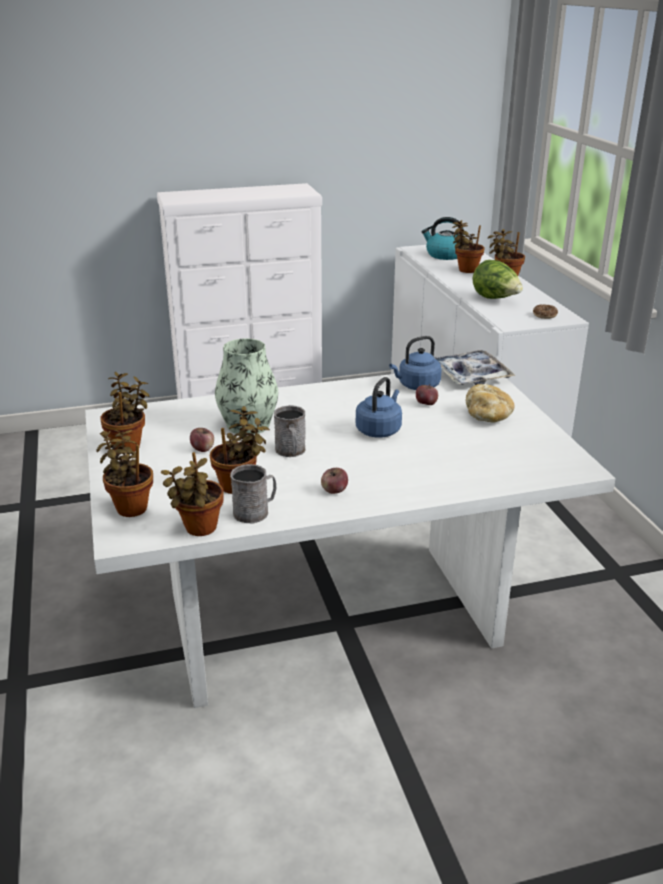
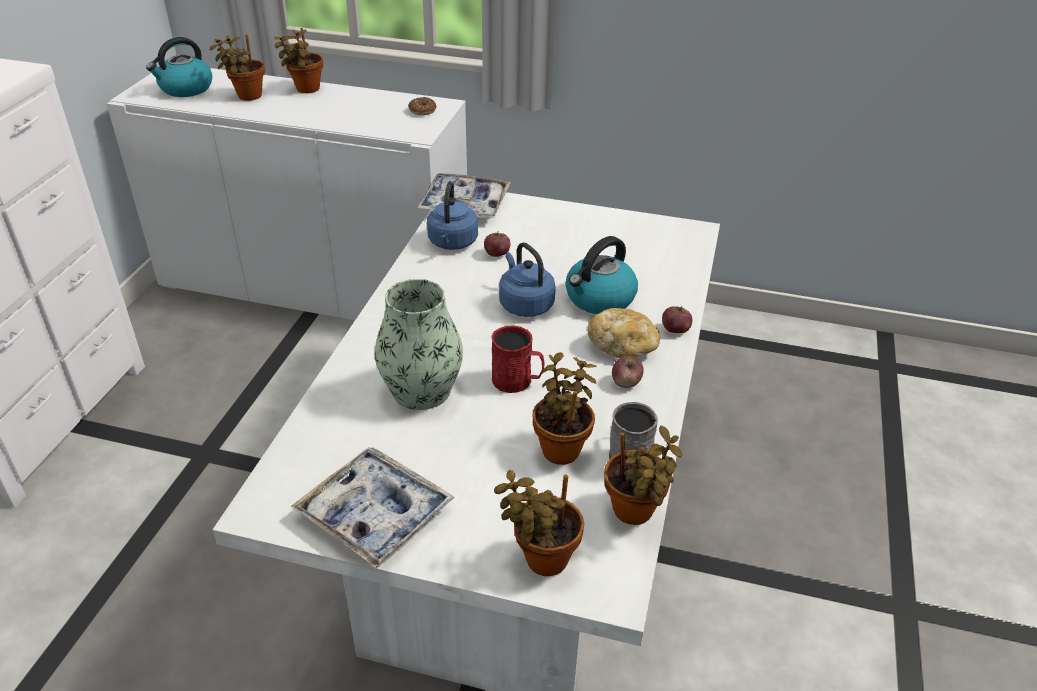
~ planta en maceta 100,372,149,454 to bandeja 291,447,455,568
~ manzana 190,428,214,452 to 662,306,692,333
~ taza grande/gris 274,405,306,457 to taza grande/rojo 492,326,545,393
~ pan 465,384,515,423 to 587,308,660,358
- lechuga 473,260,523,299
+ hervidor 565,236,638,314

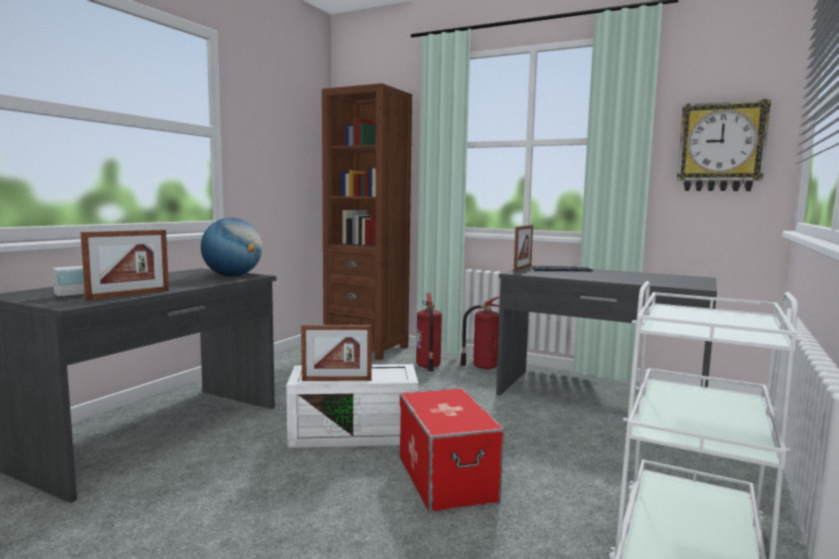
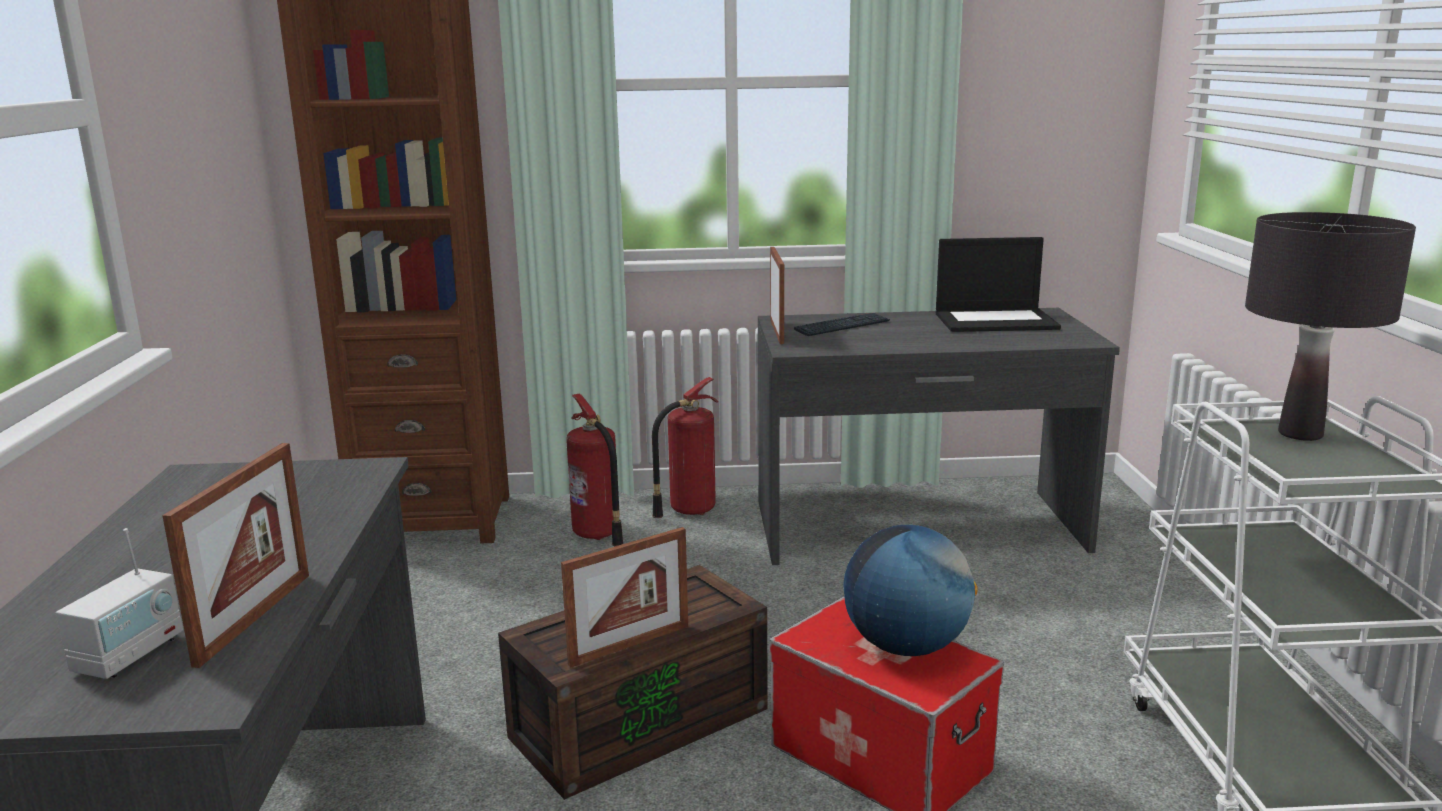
~ globo terráqueo 201,218,262,277 to 843,525,978,656
~ caja de almacenaje/blanco 286,364,419,448 to caja de almacenaje/marrón 498,565,768,800
- reloj de pared 677,99,771,191
+ portátil 936,237,1061,332
+ lámpara de mesa/negro 1245,212,1416,441

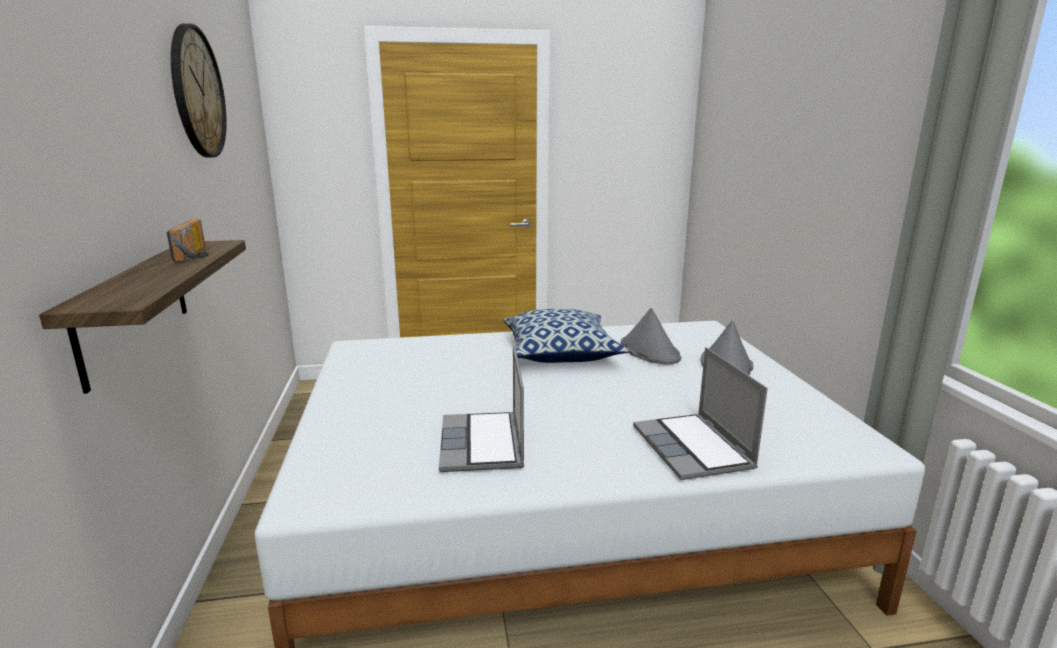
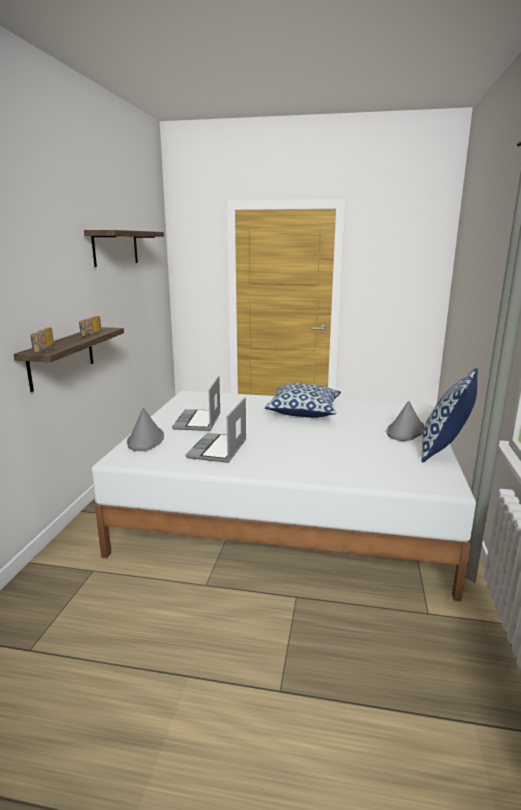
~ reloj de pared 171,23,227,157 to estante 84,230,164,267
~ sombrero/gris 620,308,682,365 to 127,408,164,451
~ portátil 633,347,768,480 to 172,376,221,431
+ radio 31,328,54,353
+ cojín 421,368,478,462

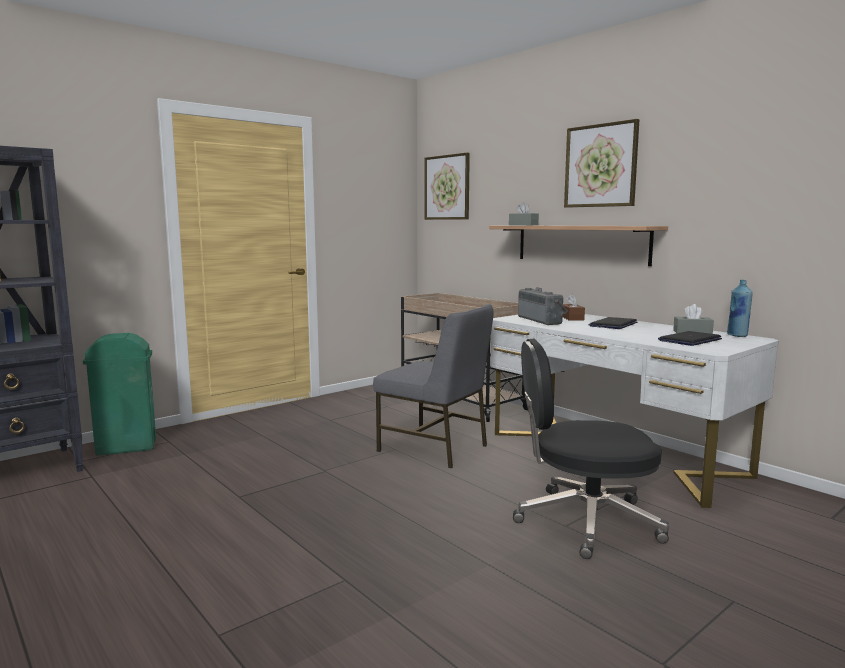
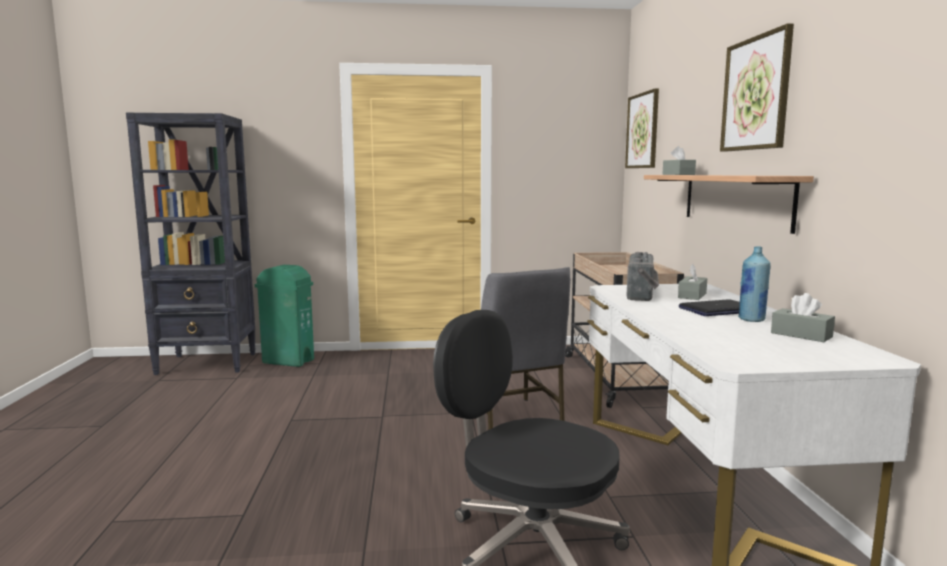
~ caja de pañuelos/marrón 563,294,585,321 to caja de pañuelos/gris 678,264,707,300
- portátil 658,331,722,346
~ botella/azul 727,280,753,337 to 738,246,771,322

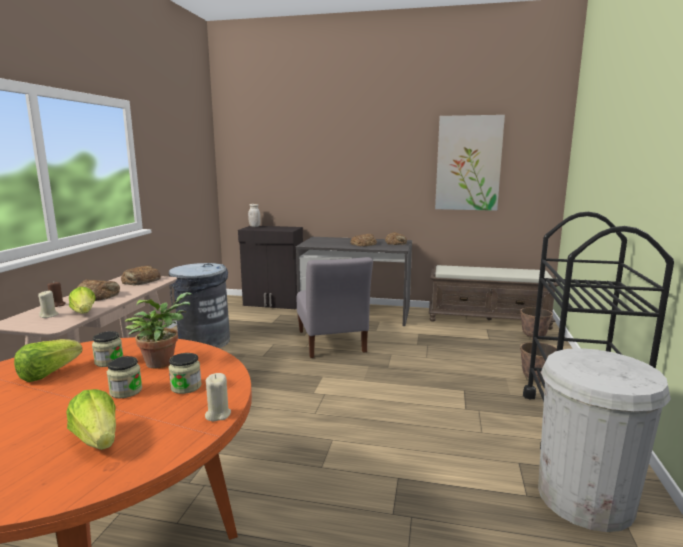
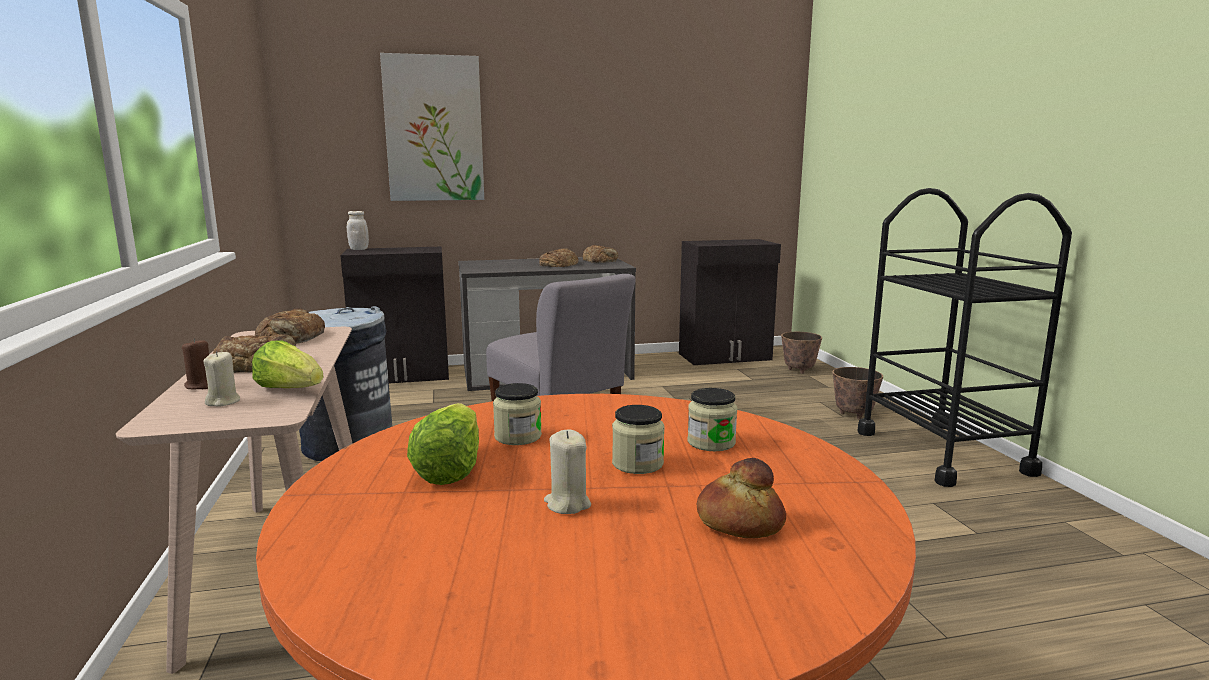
~ lechuga 66,389,116,450 to pan 697,458,786,538
- planta en maceta 125,292,192,368
~ vela/beis 205,373,231,422 to 544,430,591,514
~ banco/marrón 429,265,559,330 to armario/negro 679,239,781,365
~ cuadro 435,115,505,211 to 380,53,484,201
- papelera/blanco 538,348,671,532

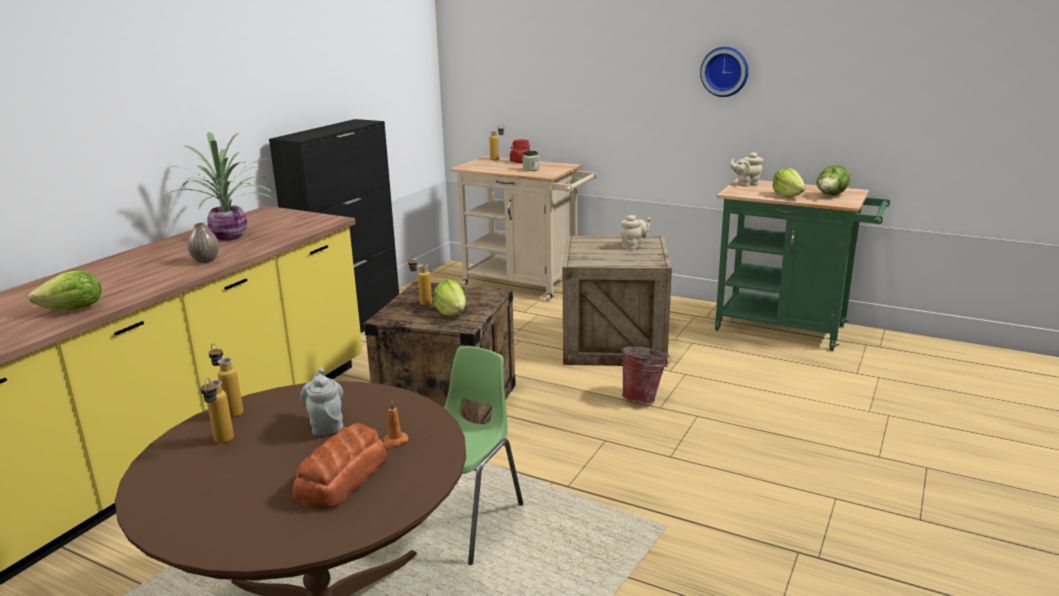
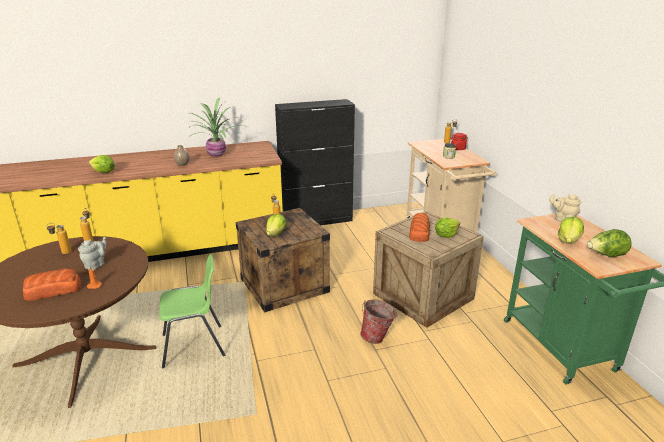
~ tetera/beis 621,215,651,250 to lechuga 435,217,460,238
- reloj de pared 700,47,749,97
+ pan 409,213,430,242

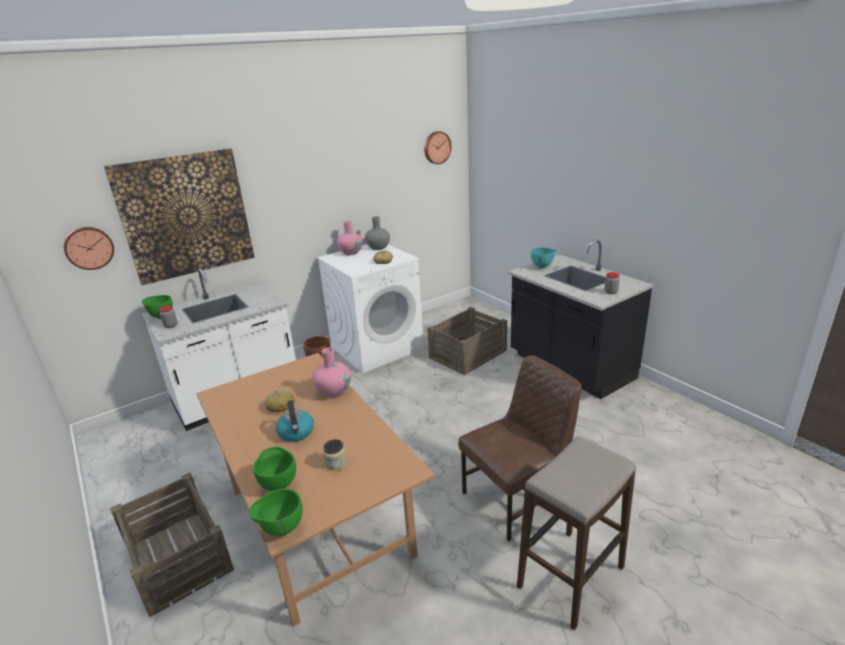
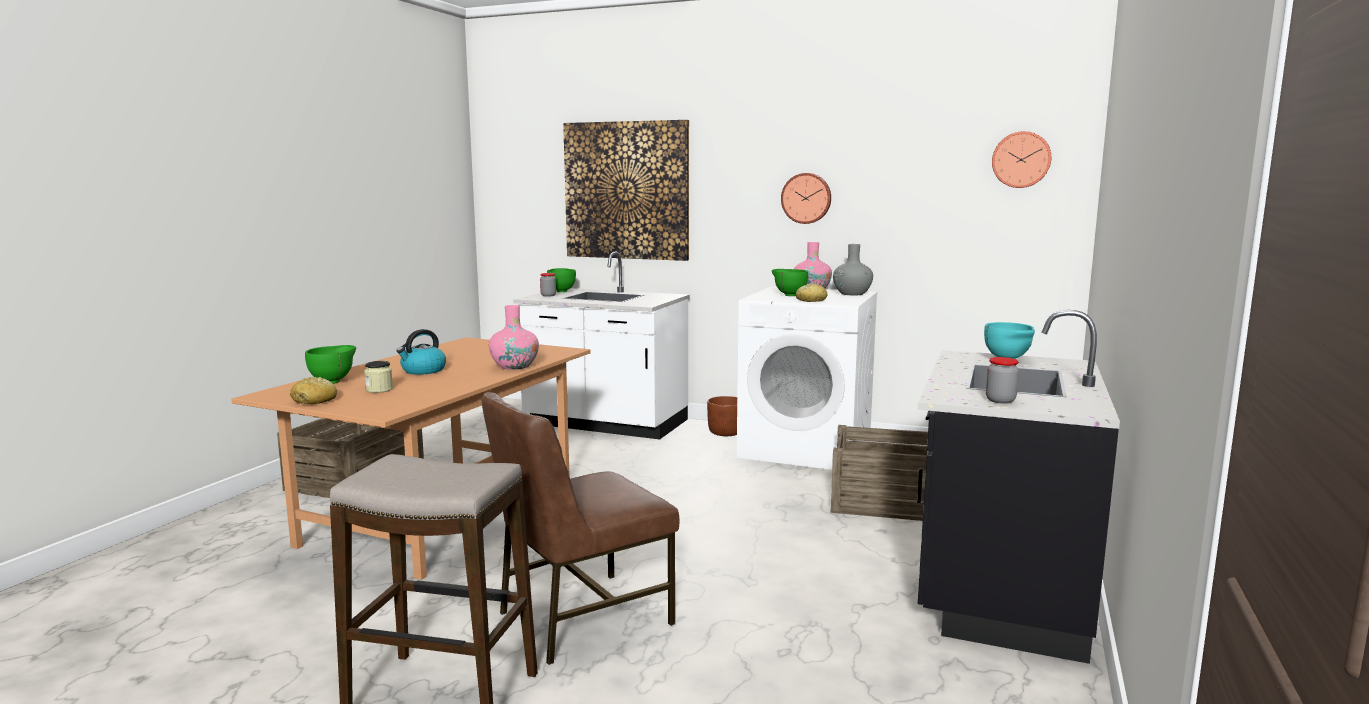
~ reloj de pared 64,227,114,270 to 781,173,831,224
~ cuenco/verde 249,488,303,536 to 772,269,808,296
~ pan 265,390,295,412 to 290,377,337,404
~ silla/marrón 458,355,582,542 = 482,392,680,665 120 degrees clockwise

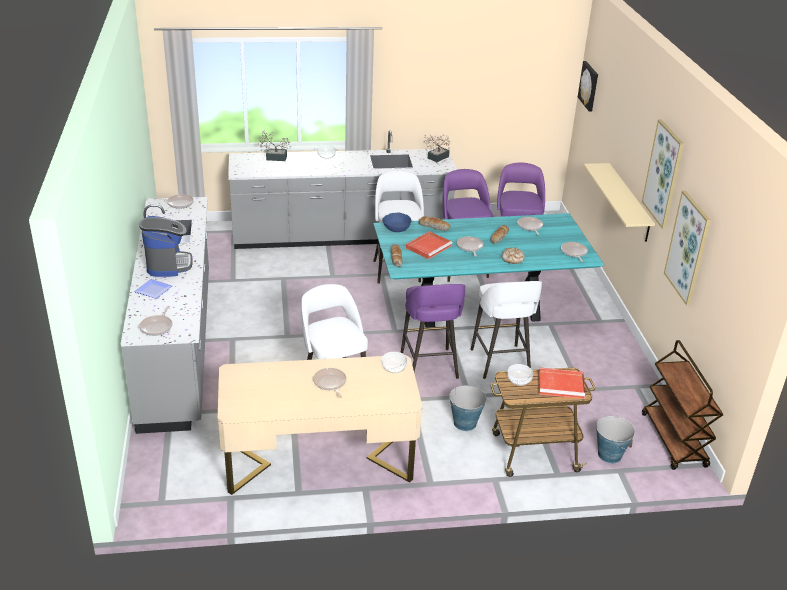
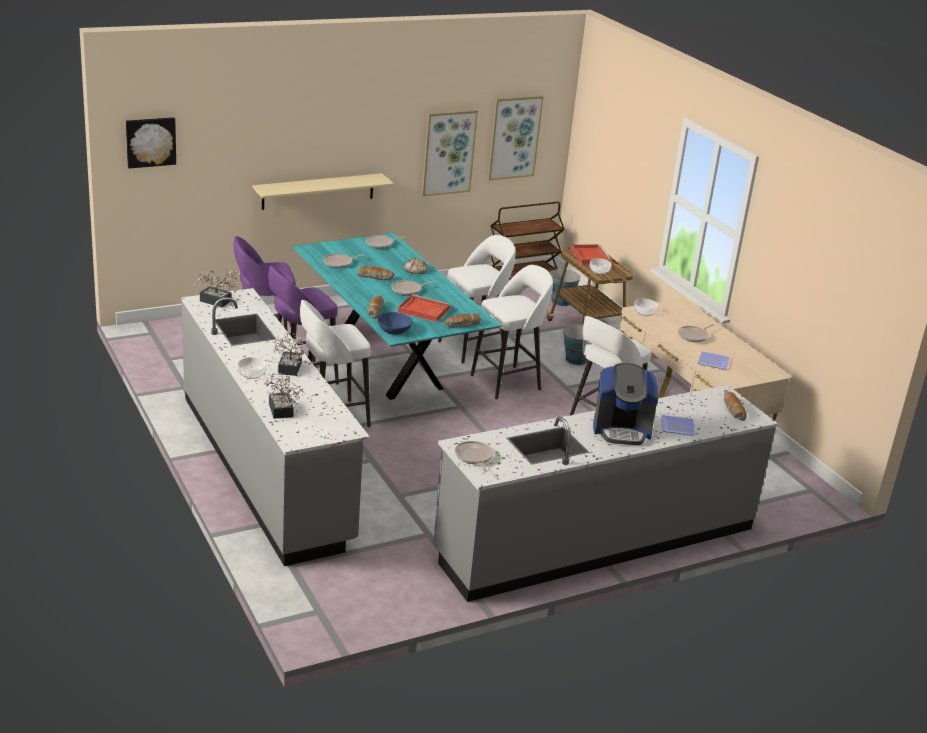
~ cafetera 139,216,193,277 = 593,363,658,445 150 degrees counterclockwise
~ sartén 139,306,173,336 to pan 724,392,747,421
~ taburete/morado 401,284,465,379 to taburete/blanco 471,265,553,399
~ cuadro 642,119,684,229 to 487,95,544,180
+ planta en maceta 273,332,307,376
+ plato 698,351,730,370

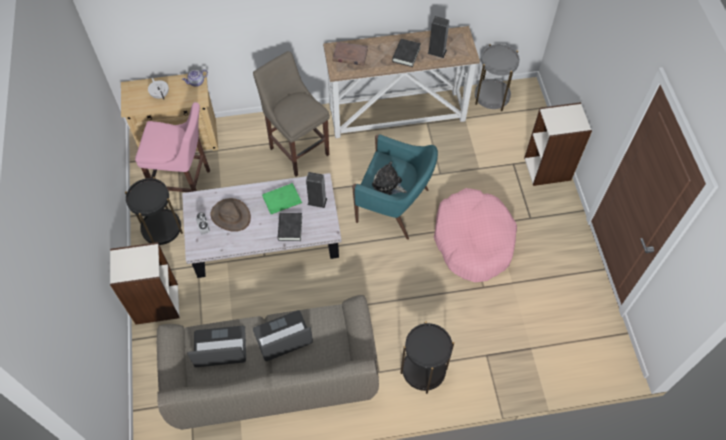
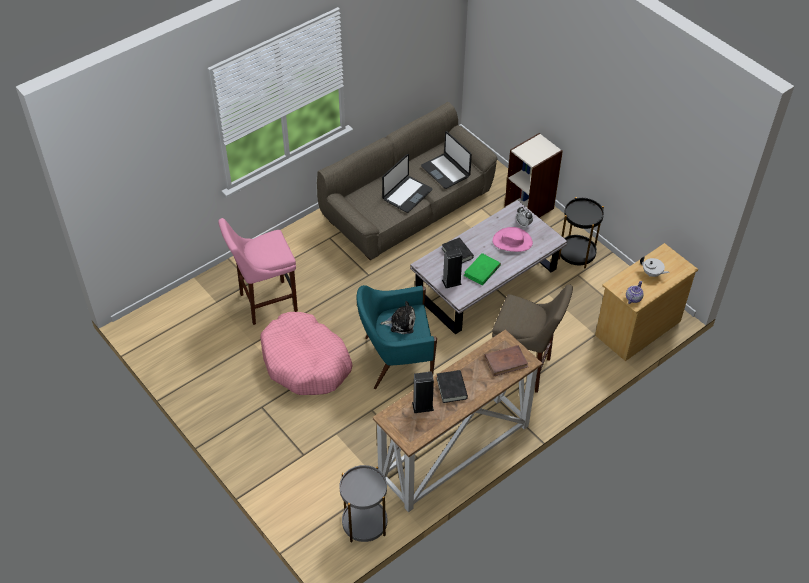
~ taburete/rosa 135,102,210,192 to 218,218,298,325
~ portátil 187,326,246,367 = 421,131,472,189 90 degrees clockwise
~ sombrero/marrón 210,198,251,232 to sombrero/rosa 492,227,533,252
- mesa auxiliar/negro 400,321,454,394
- estantería 524,102,592,186

